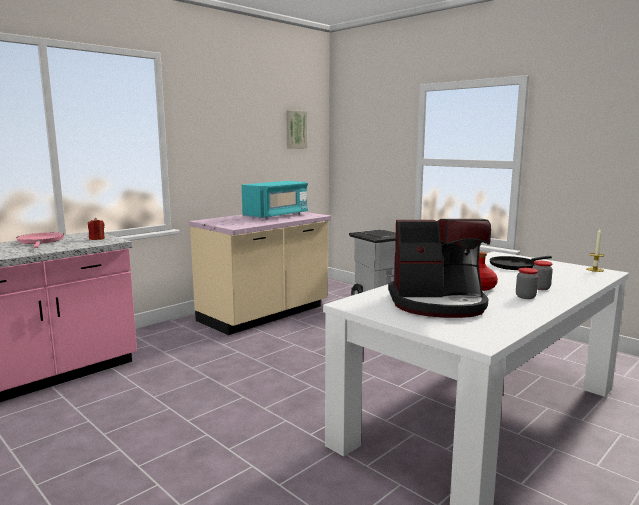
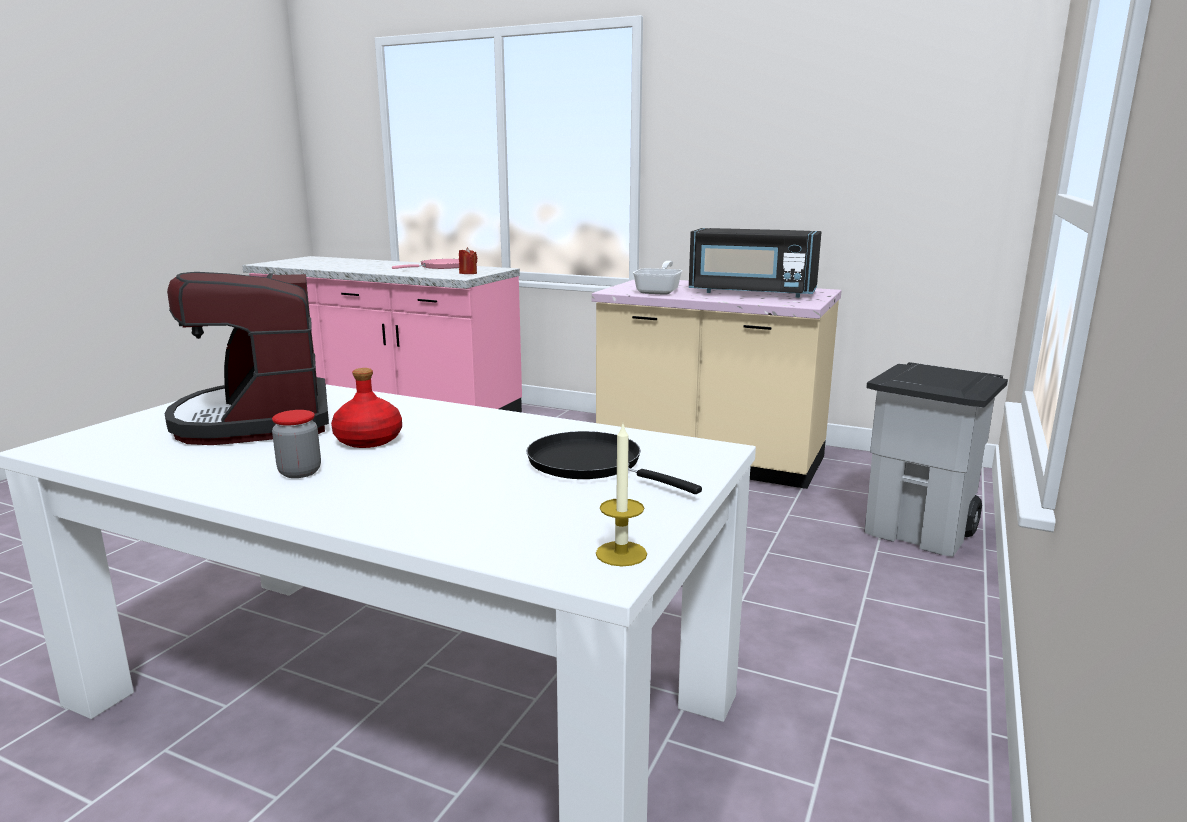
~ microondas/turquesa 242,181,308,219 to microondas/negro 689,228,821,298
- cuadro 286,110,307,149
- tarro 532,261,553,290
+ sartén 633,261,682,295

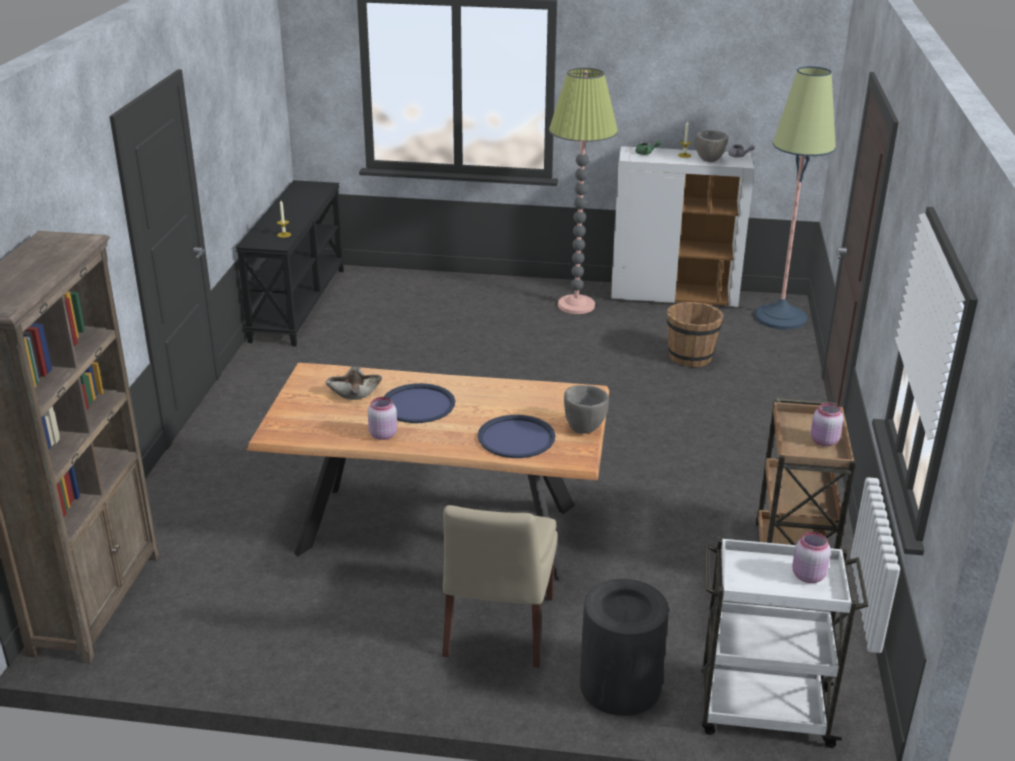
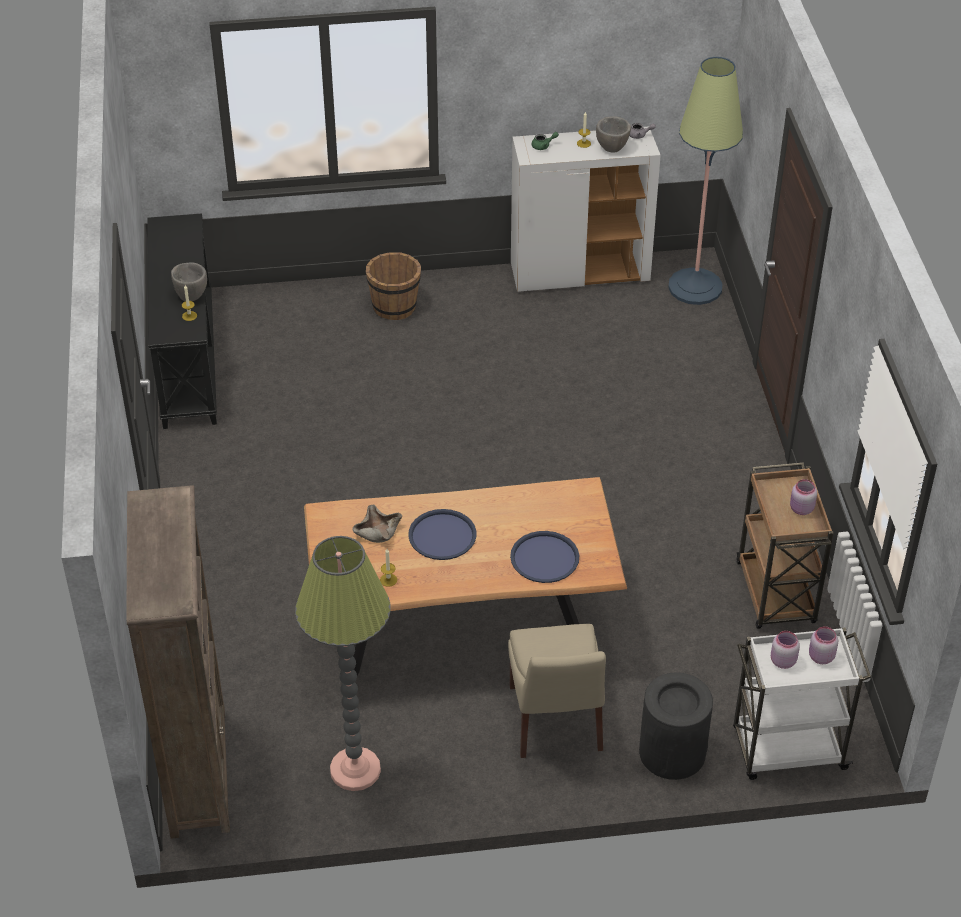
~ tarro/rosa 368,397,397,440 to 771,631,800,669
~ lámpara de pie 549,68,618,314 to 295,536,391,791
~ cuenco/gris 564,385,609,434 to 171,262,207,301
~ cubo/marrón 667,302,724,367 to 366,252,421,320
+ vela 380,549,397,587

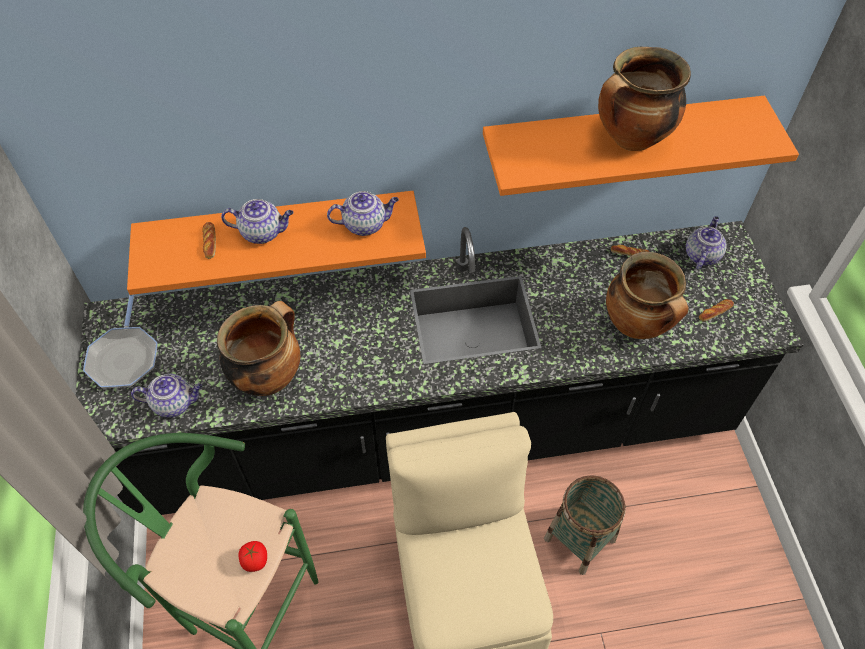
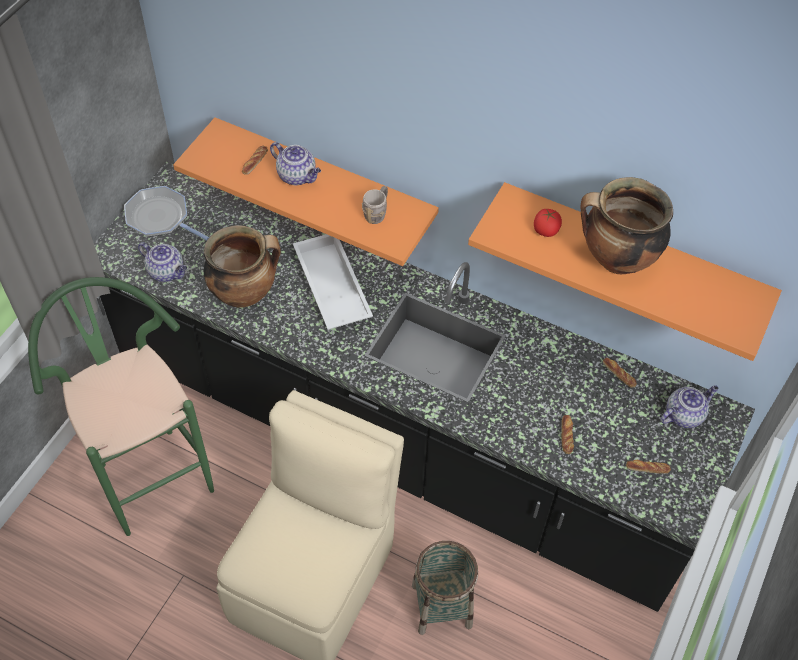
~ sartén 83,294,158,388 = 124,186,209,241 90 degrees clockwise
~ tomate 239,541,267,572 to 534,209,562,237
~ tetera 327,191,399,236 to taza grande/gris 362,186,388,224
~ olla 606,252,689,339 to pan 561,415,574,454
+ bandeja/blanco 293,234,373,330

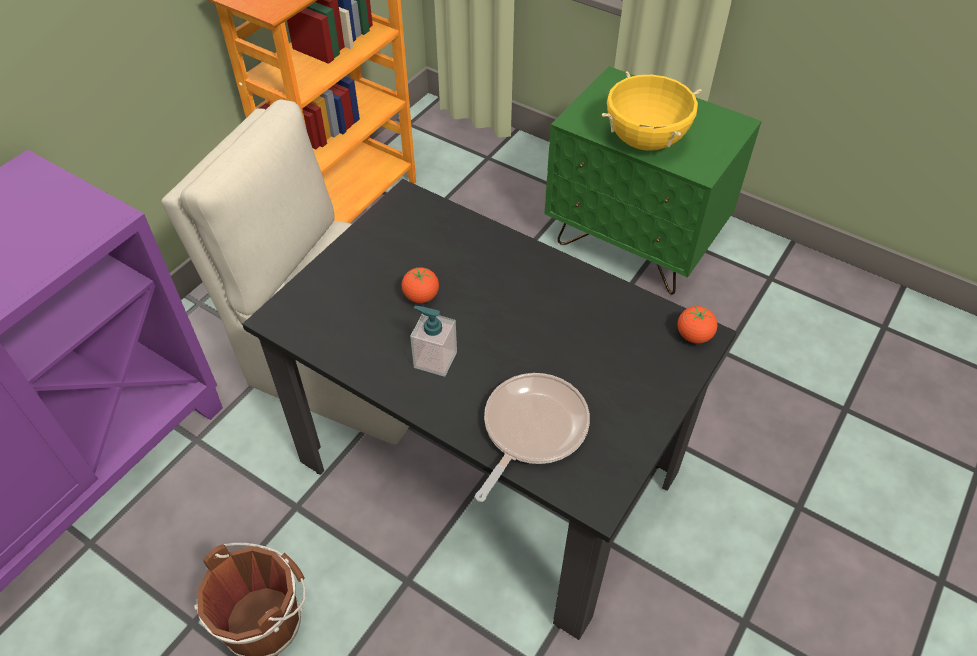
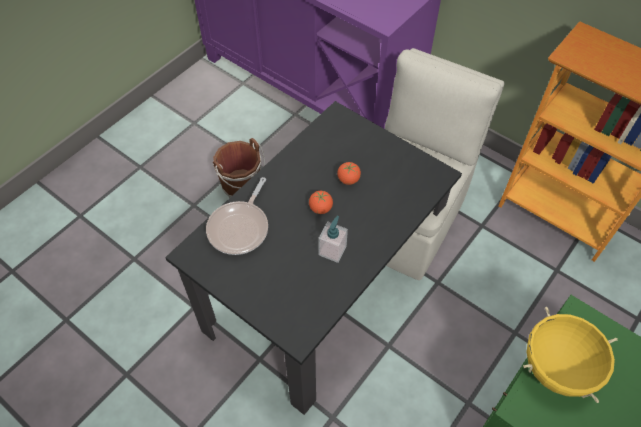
~ dispensador de jabón 410,306,457,377 to 318,216,348,263
~ sartén 475,373,590,502 = 206,177,268,255 75 degrees clockwise
~ tomate 678,306,717,344 to 309,191,333,214

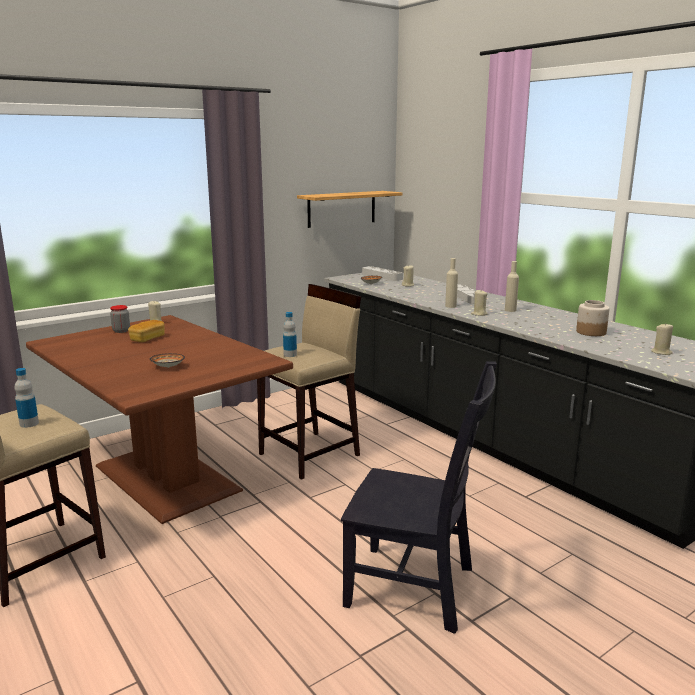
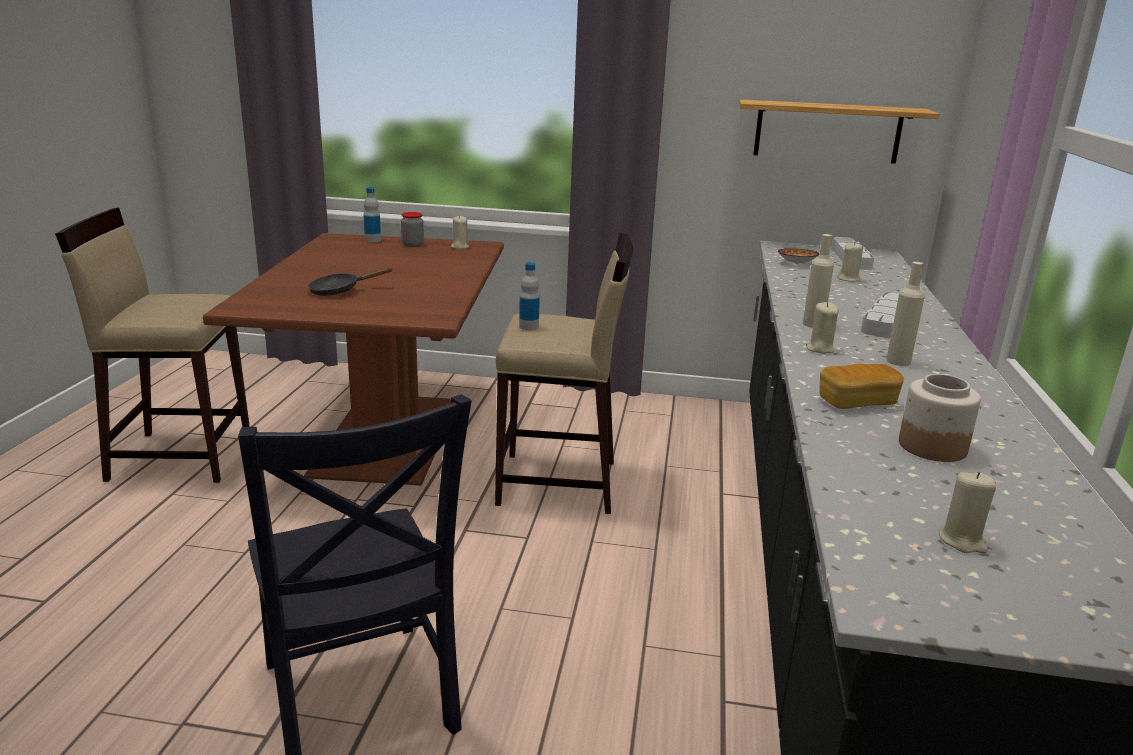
~ botella 14,368,39,428 to 363,187,381,242
~ pan 128,320,165,342 to 819,364,904,409
~ cuenco 150,353,185,368 to sartén/negro 308,267,392,296

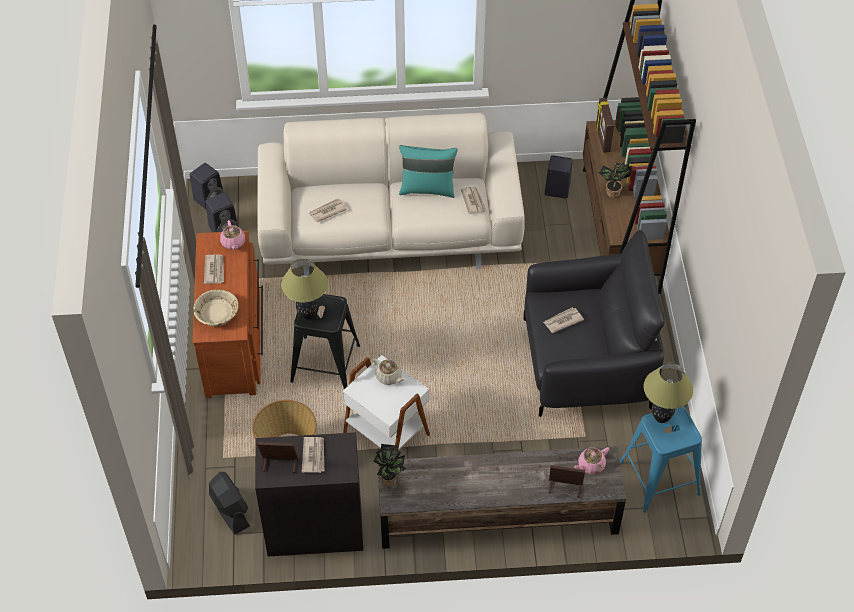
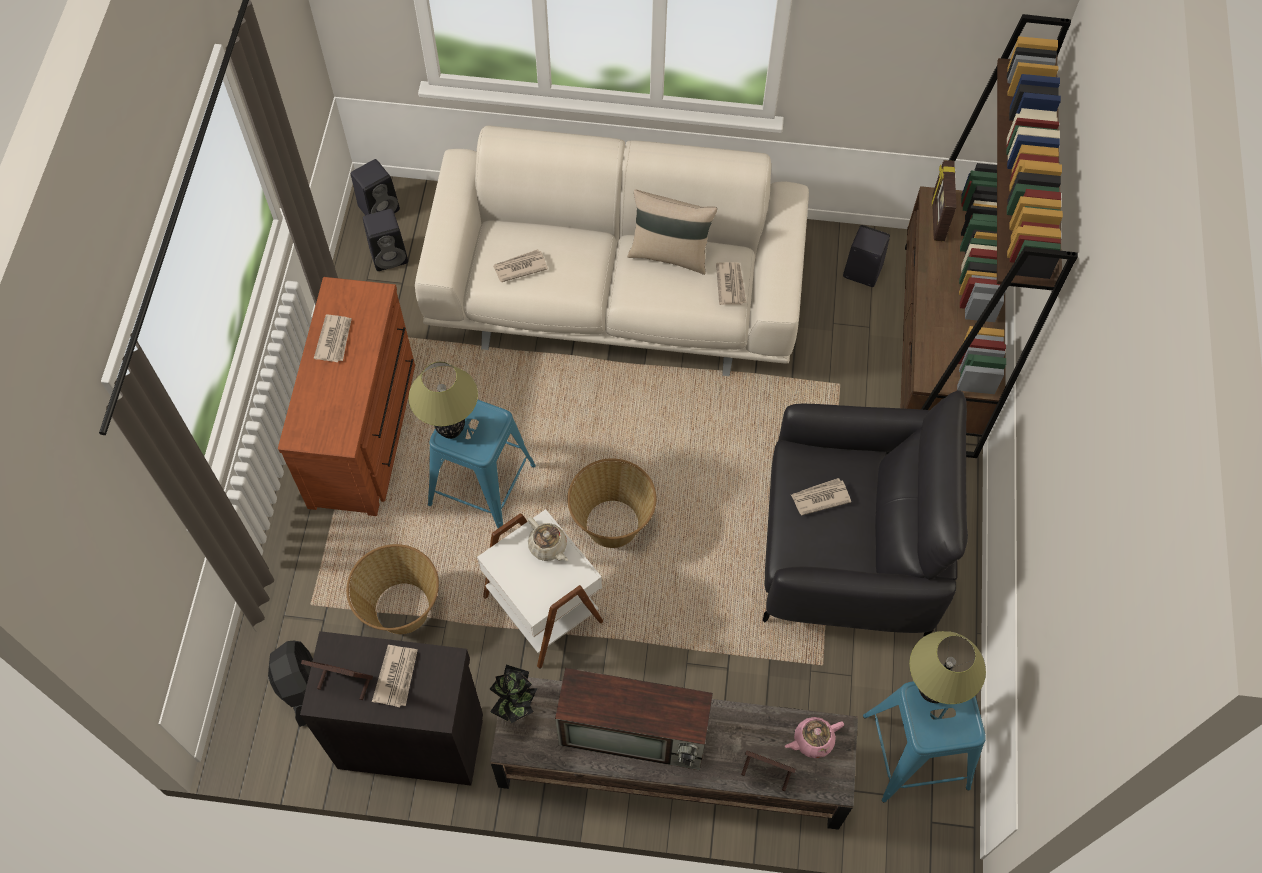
- cuenco/beis 193,289,239,326
- tetera/rosa 220,220,245,250
~ taburete/negro 290,294,360,389 to taburete/azul 428,400,536,528
~ cojín/turquesa 399,145,457,198 to cojín/beis 627,190,717,275
- planta en maceta 598,162,632,198
+ televisor 555,668,713,770
+ cesta 567,458,657,548

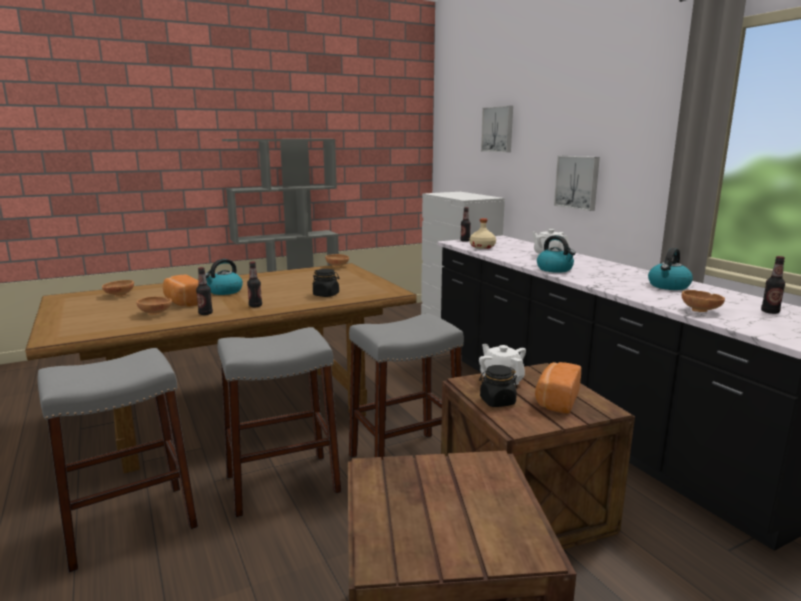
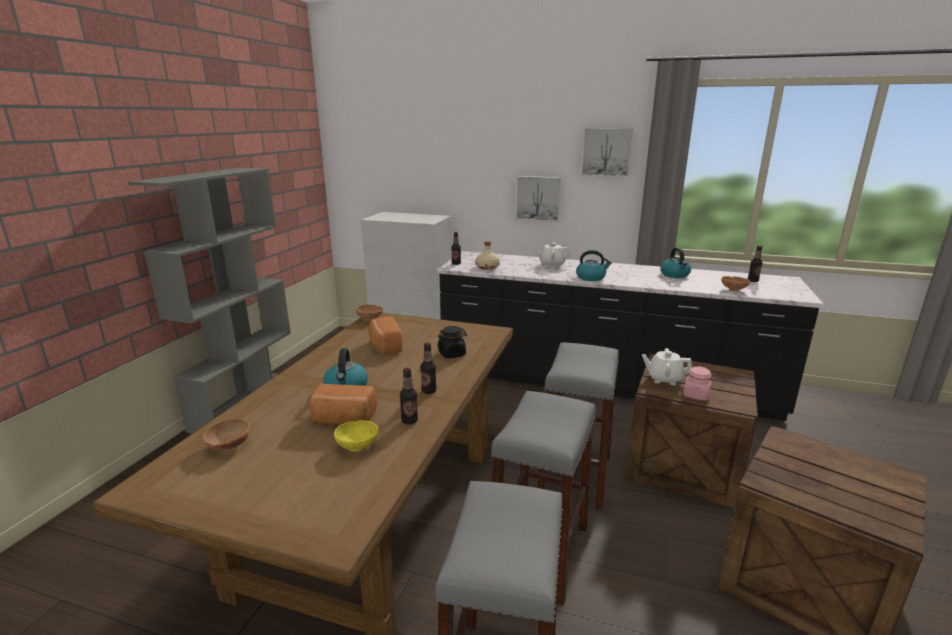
~ cuenco/marrón 136,297,172,315 to cuenco/amarillo 334,420,378,451
~ tarro/negro 479,365,517,407 to tarro/rosa 683,366,712,401
~ cuadro 481,106,513,152 to 581,128,633,177
~ pan 535,362,581,414 to 368,317,402,353

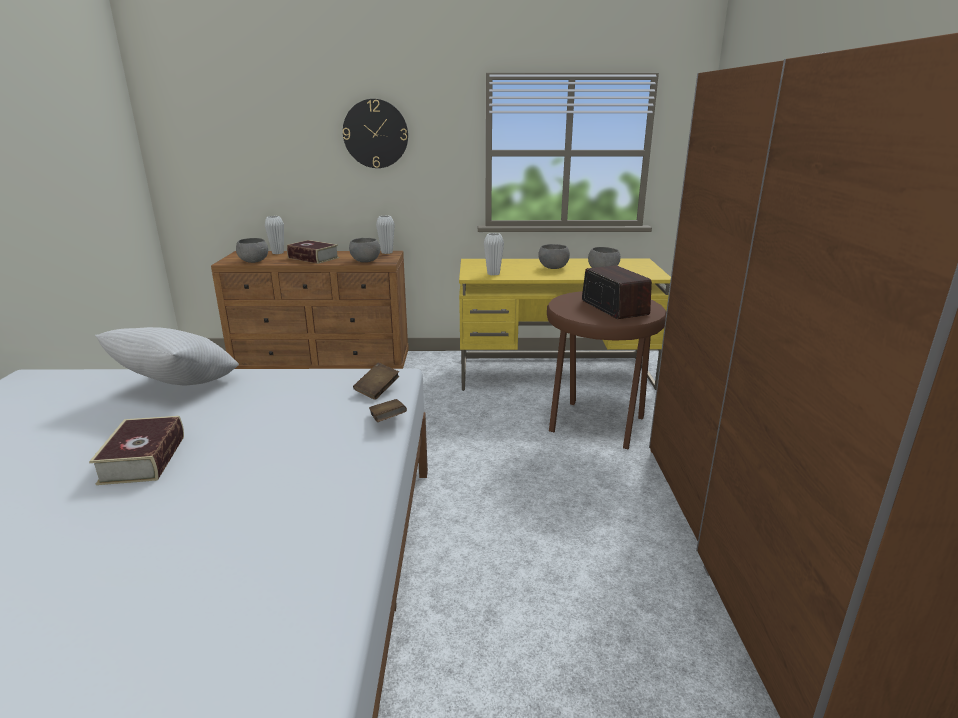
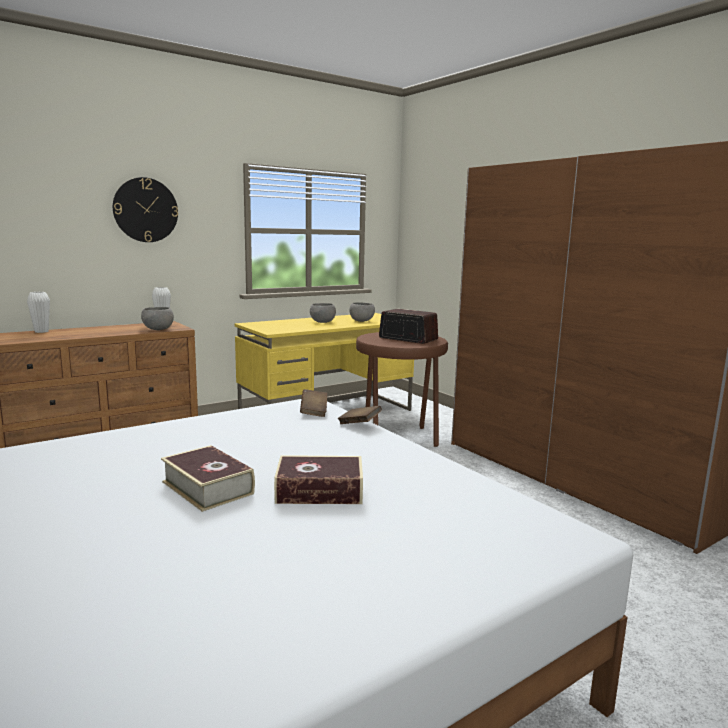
- cojín/blanco 95,327,239,385
- cuenco/gris 236,238,268,263
~ libro 287,240,339,264 to 274,455,363,504
- florero/blanco 484,233,504,276

